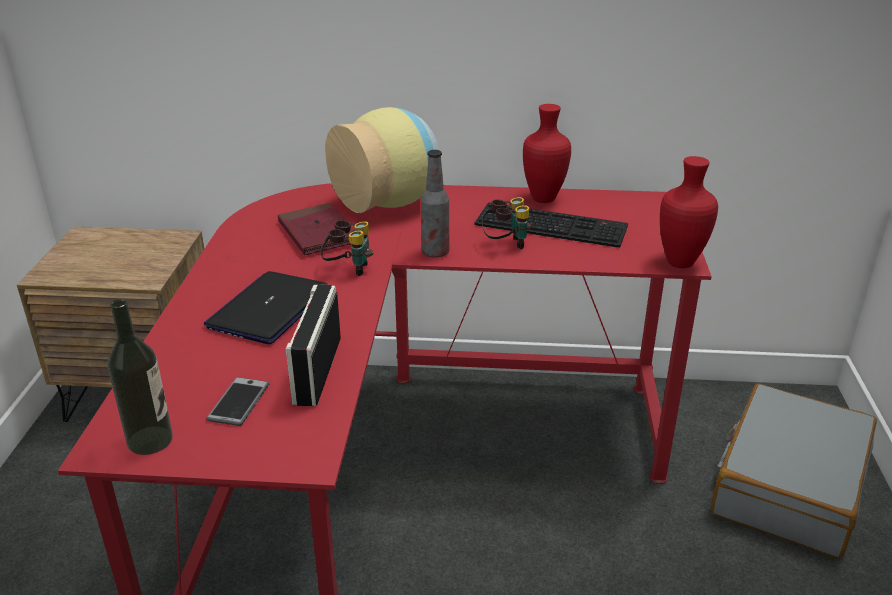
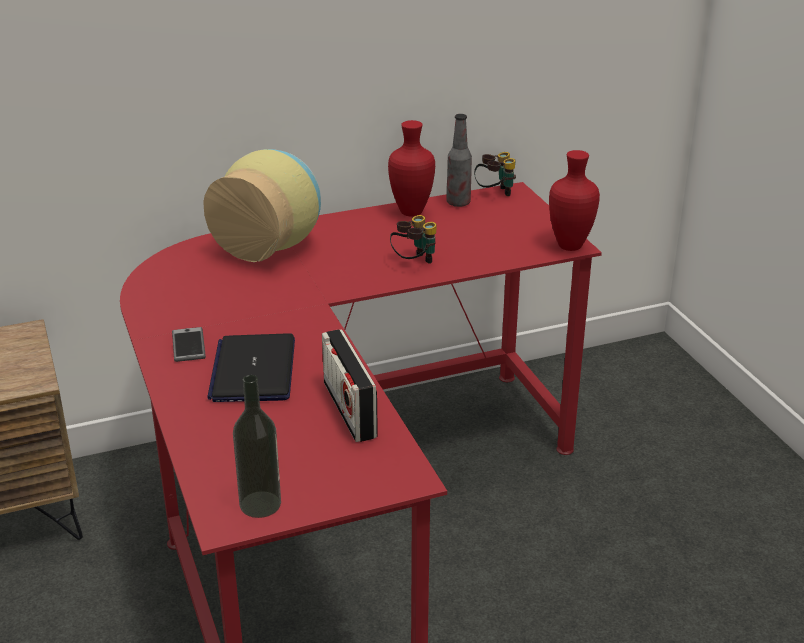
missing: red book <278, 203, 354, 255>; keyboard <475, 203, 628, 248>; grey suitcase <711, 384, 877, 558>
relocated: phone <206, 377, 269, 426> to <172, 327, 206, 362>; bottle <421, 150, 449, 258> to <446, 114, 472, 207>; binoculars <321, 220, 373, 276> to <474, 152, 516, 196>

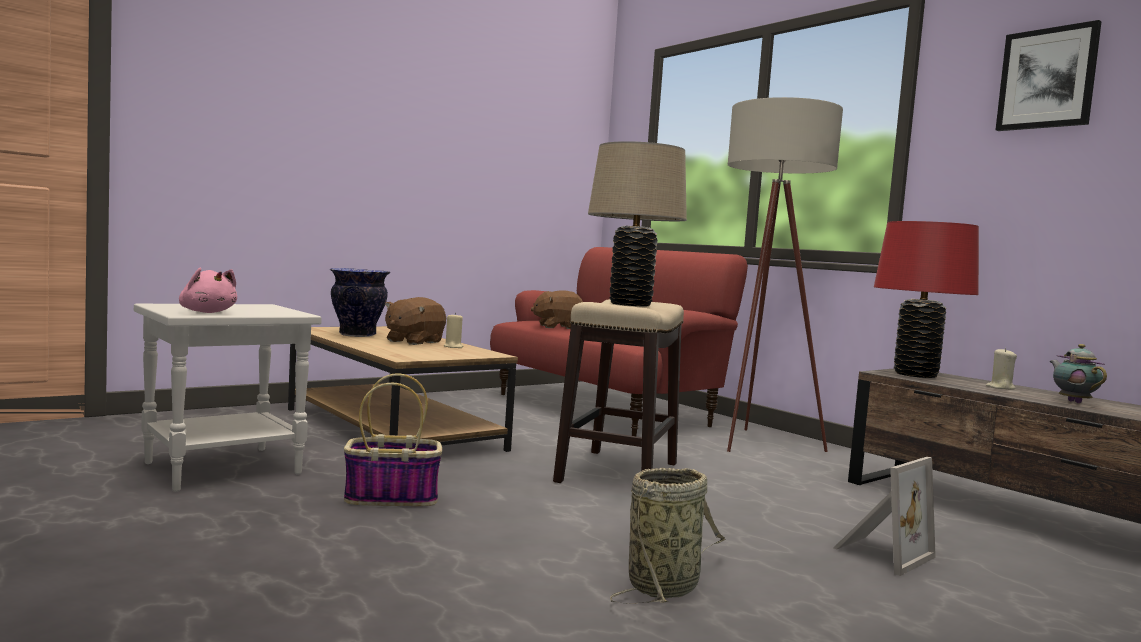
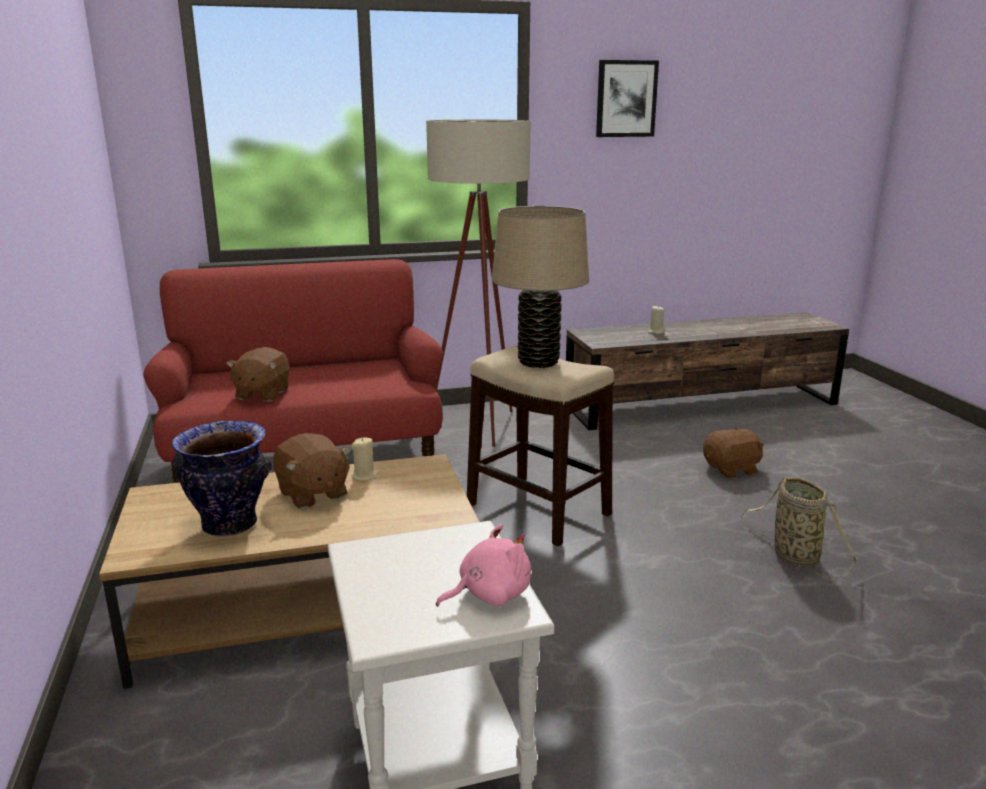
missing: basket <344, 373, 442, 506>; red table lamp <874, 221, 979, 378>; teapot <1050, 344, 1107, 403>
exchanged: picture frame <834, 457, 936, 576> to brown plush toy <703, 427, 764, 478>

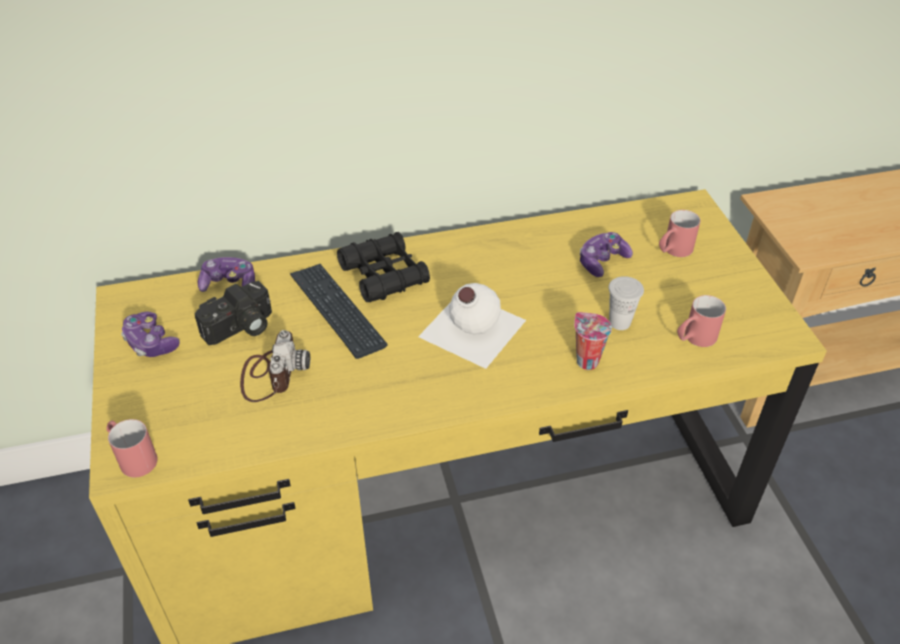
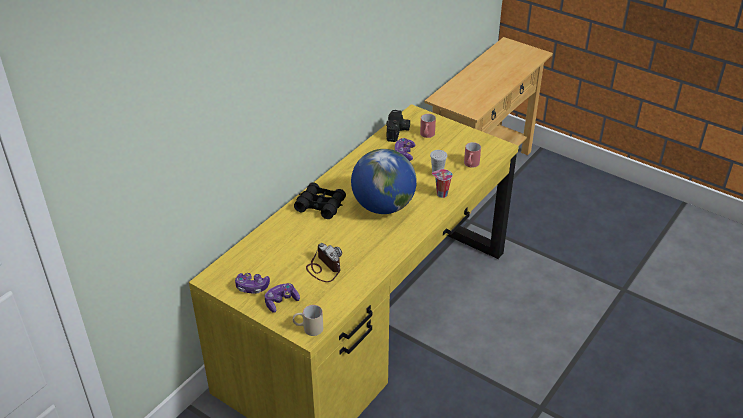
missing: keyboard <290, 264, 388, 359>
relocated: game controller <198, 257, 255, 292> to <264, 283, 300, 313>; photo camera <194, 281, 272, 345> to <386, 110, 410, 142>
exchanged: white bottle <418, 283, 526, 369> to globe <351, 149, 417, 214>
colour: red mug <106, 419, 158, 477> to beige mug <293, 305, 323, 336>

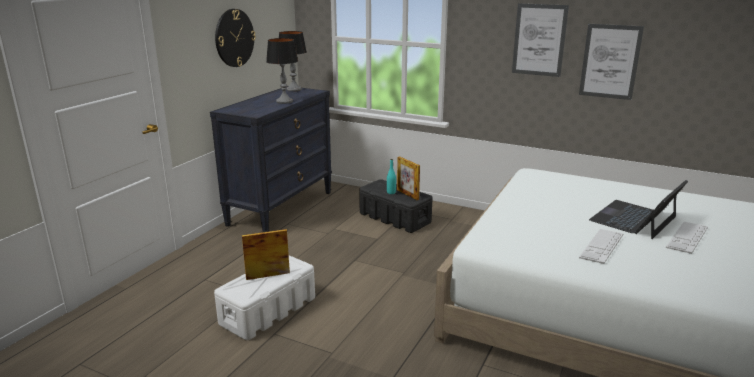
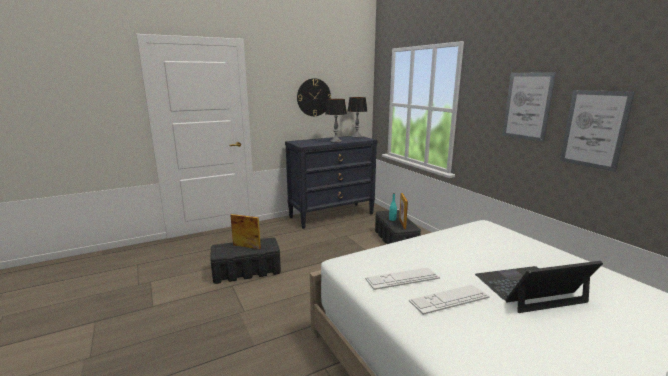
relocated: keyboard <666, 222, 708, 254> to <365, 268, 440, 290>
colour: white storage box <214, 255, 315, 340> to black storage box <210, 237, 281, 284>

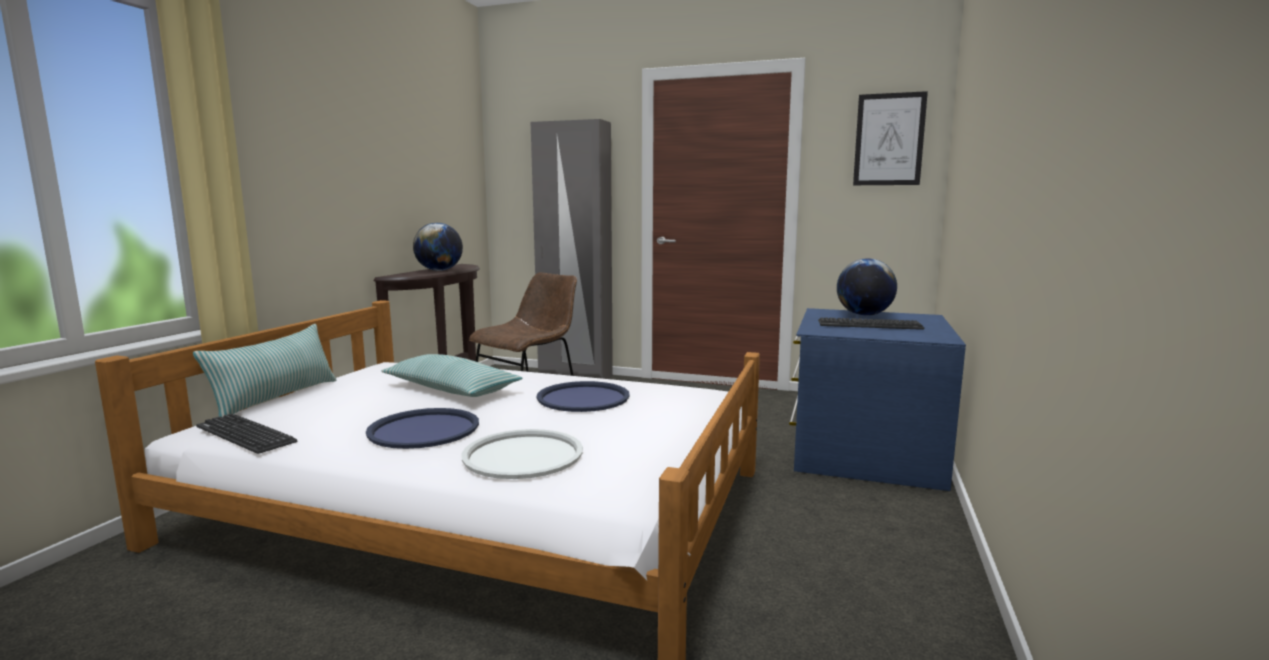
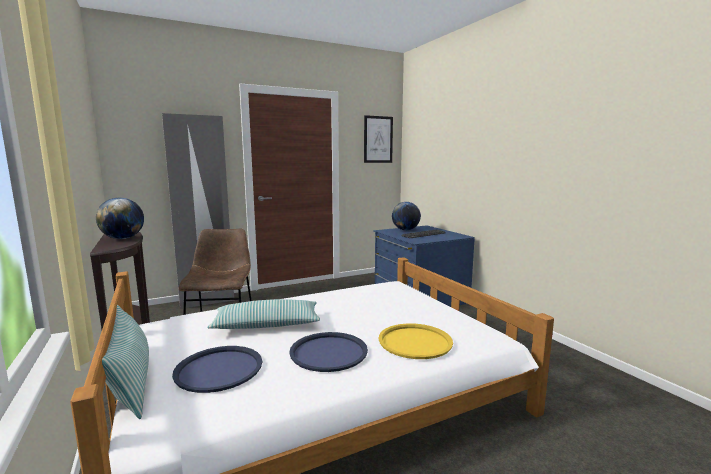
missing: keyboard <196, 414, 297, 454>
relocated: blue tray <537, 381, 630, 412> to <172, 346, 262, 393>
colour: white tray <461, 429, 583, 479> to yellow tray <379, 323, 453, 359>

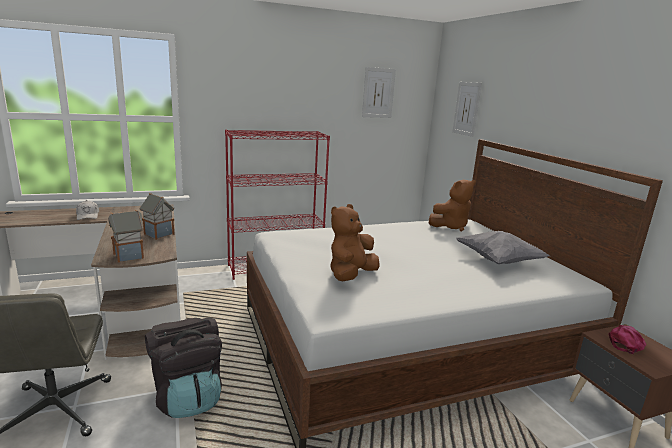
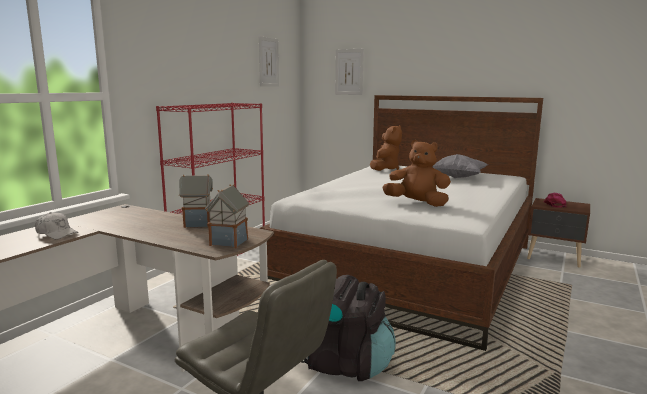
spun: brown plush toy <330, 204, 380, 281> = <382, 140, 451, 207> 120 degrees clockwise

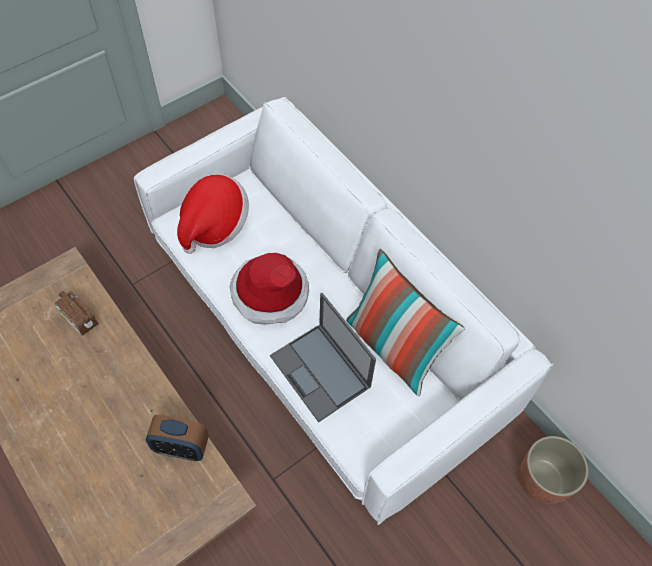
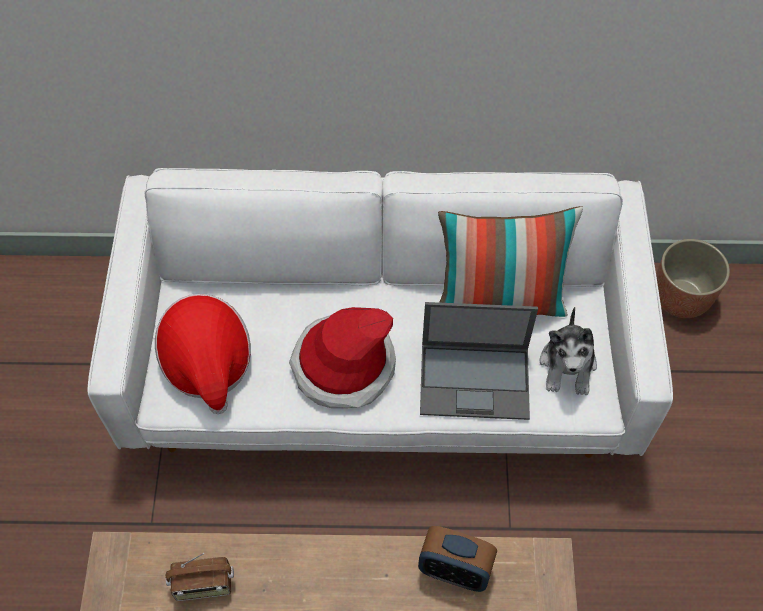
appeared: plush toy <539, 307, 597, 395>
spun: alarm clock <146, 415, 209, 461> = <418, 526, 497, 592> 60 degrees clockwise

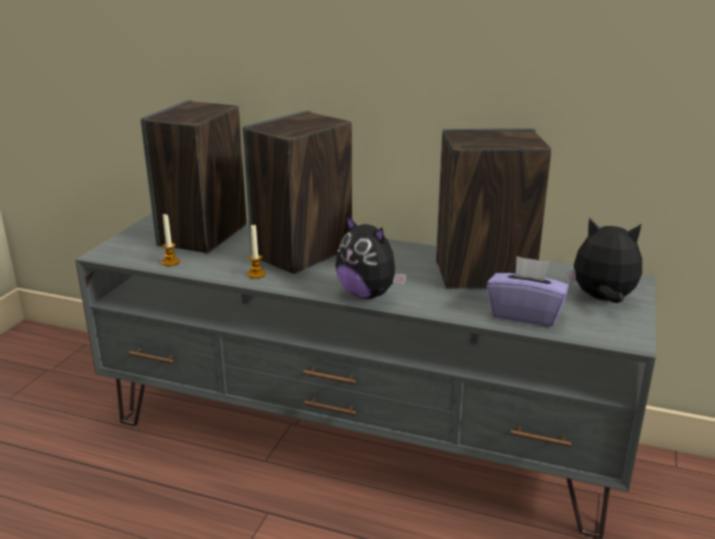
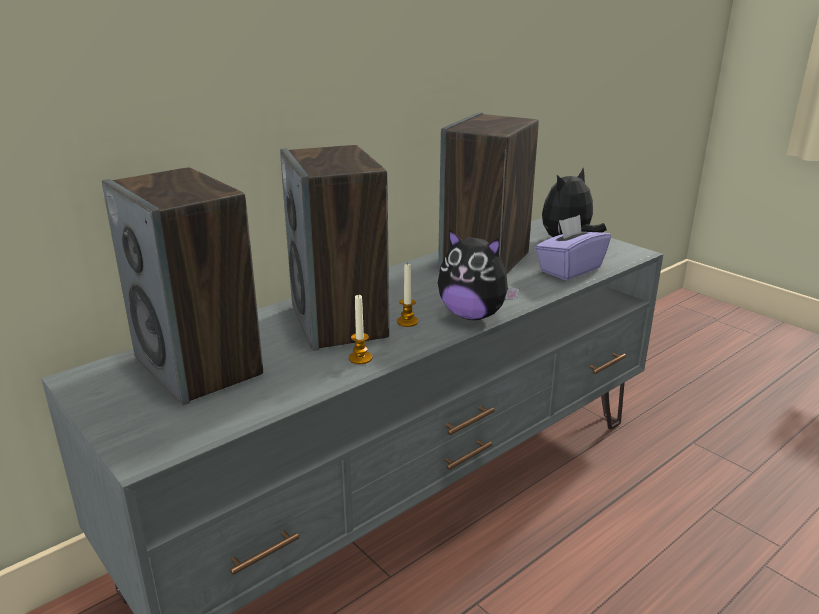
relocated: candle <162, 214, 180, 266> to <397, 262, 418, 327>
spun: plush toy <335, 214, 407, 299> = <438, 229, 520, 320> 45 degrees clockwise

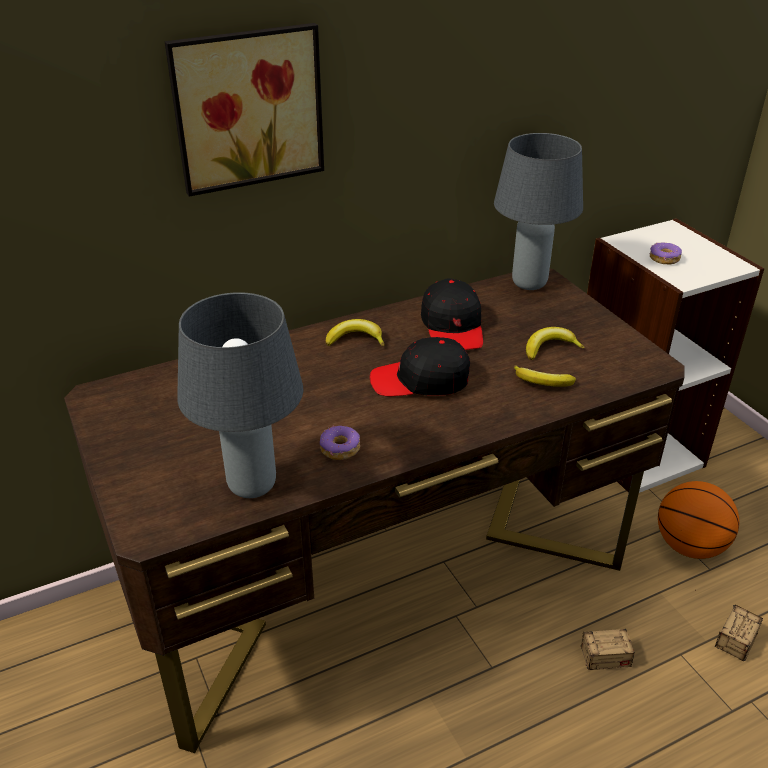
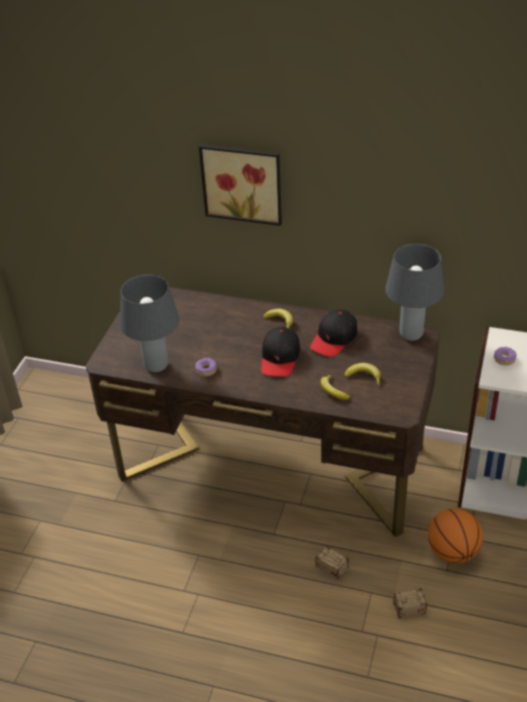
spun: black cap <370, 337, 470, 396> = <261, 327, 300, 377> 120 degrees counterclockwise

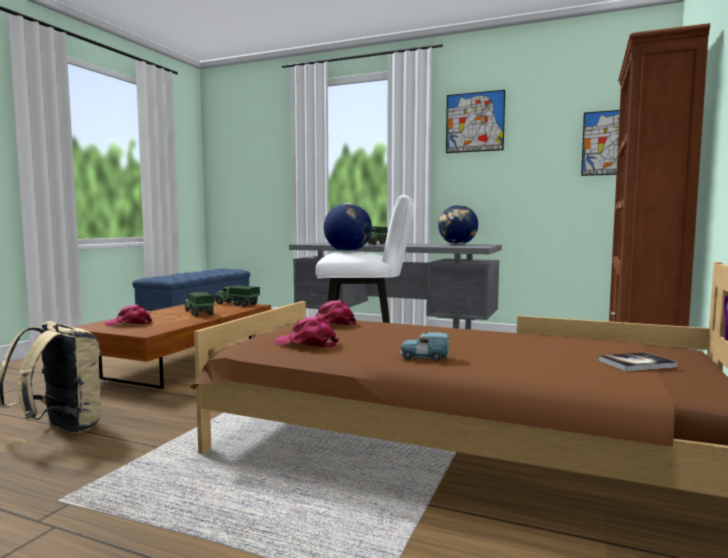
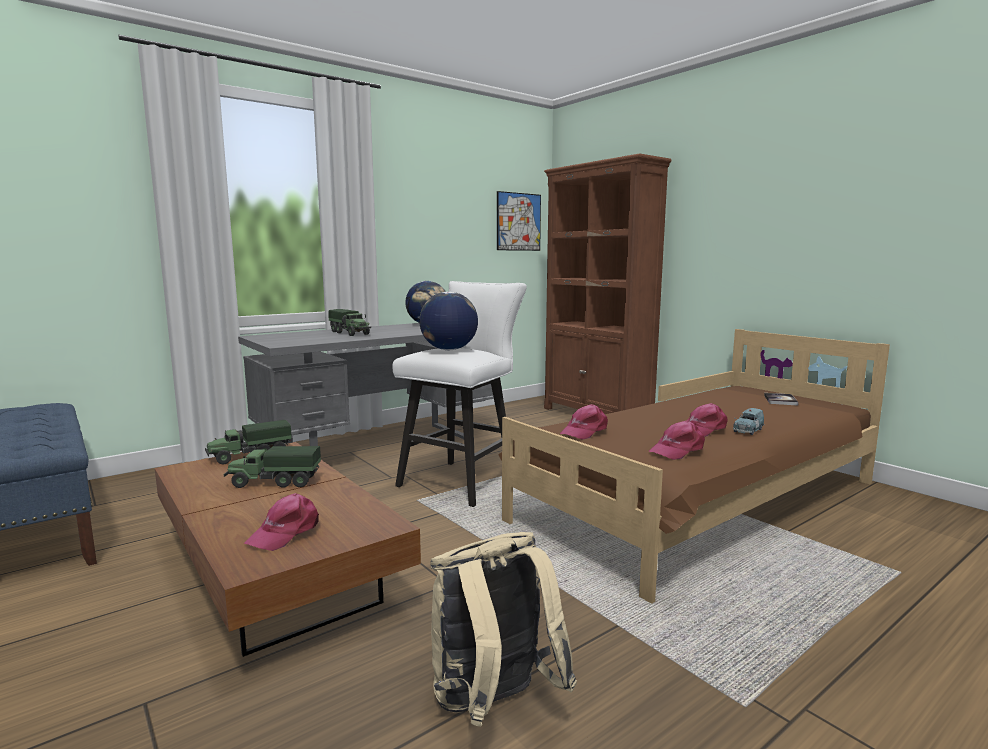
missing: picture <446, 90, 505, 153>
appeared: pink cap <687, 403, 728, 437>

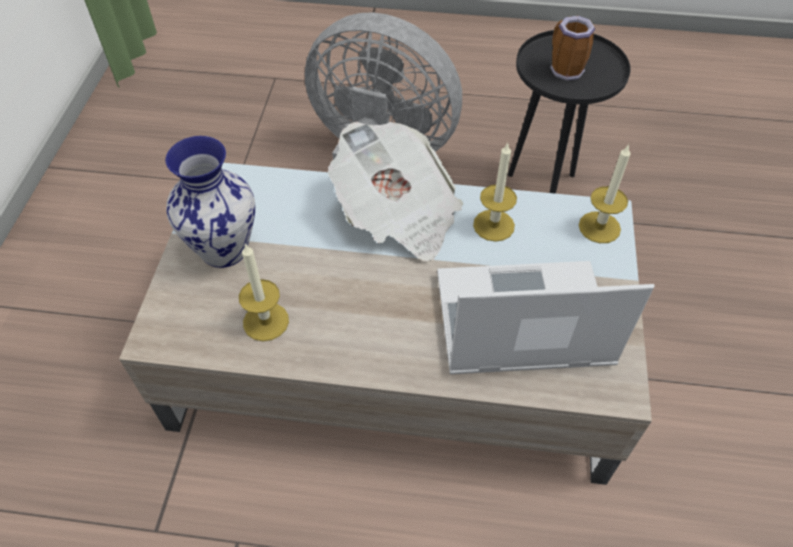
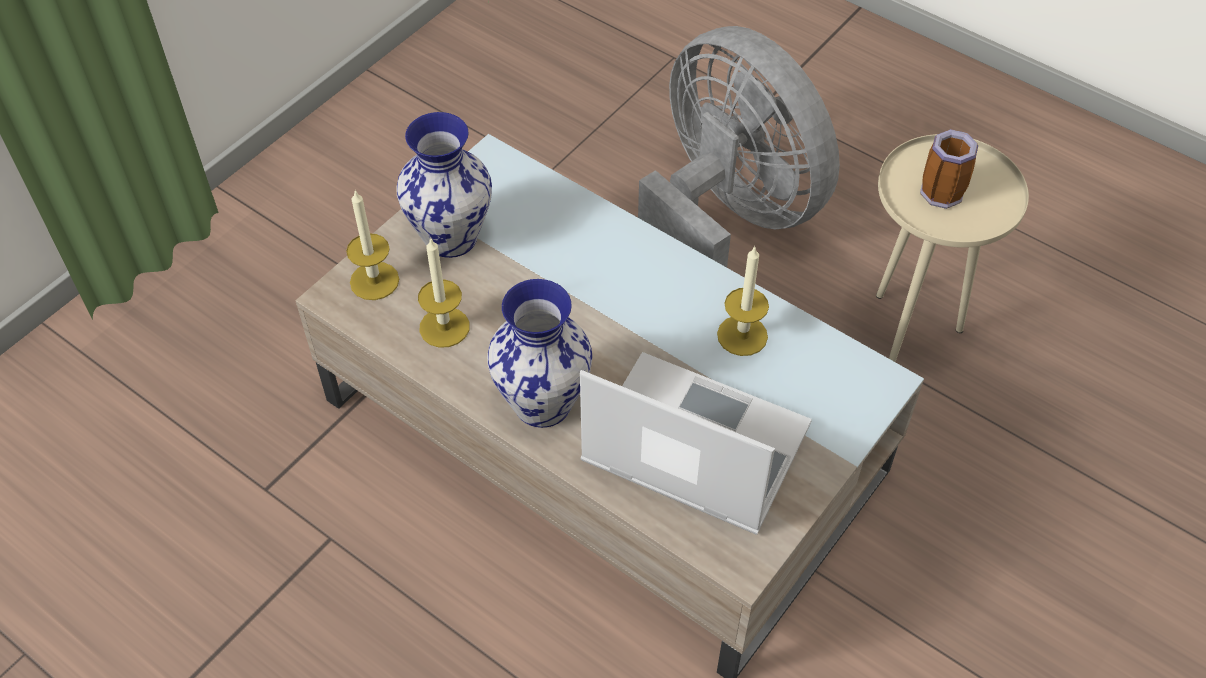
missing: newspaper <328, 122, 463, 261>
appeared: vase <487, 279, 592, 428>
relocated: candle <579, 144, 631, 243> to <346, 189, 399, 300>
colour: black side table <508, 30, 631, 194> to beige side table <876, 134, 1029, 362>

